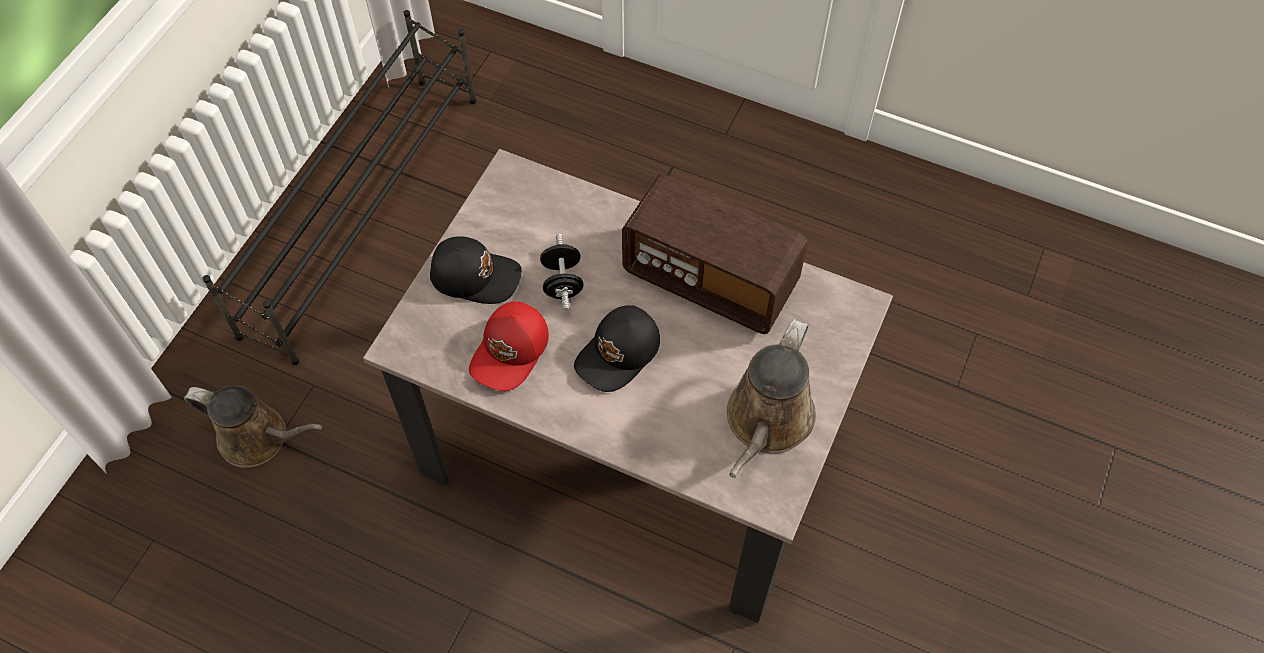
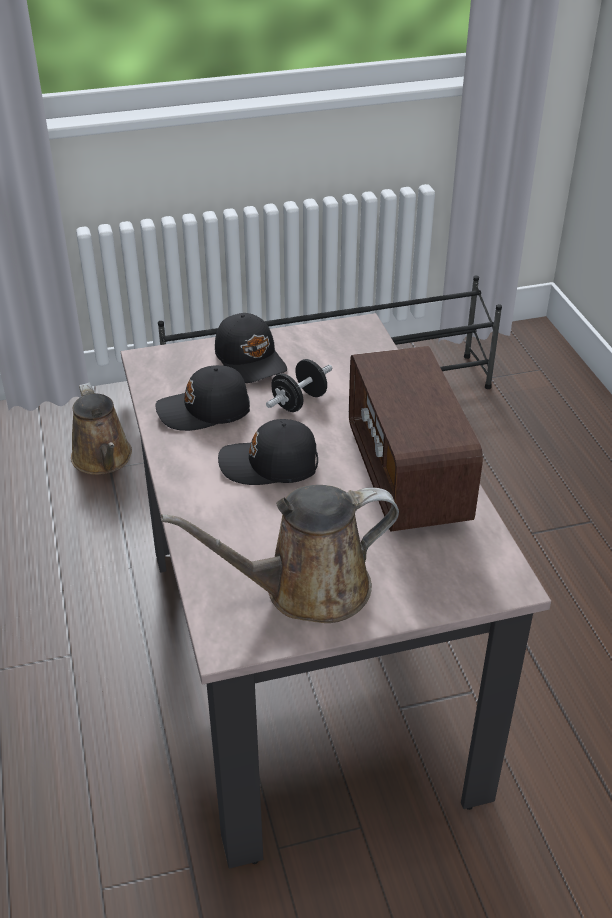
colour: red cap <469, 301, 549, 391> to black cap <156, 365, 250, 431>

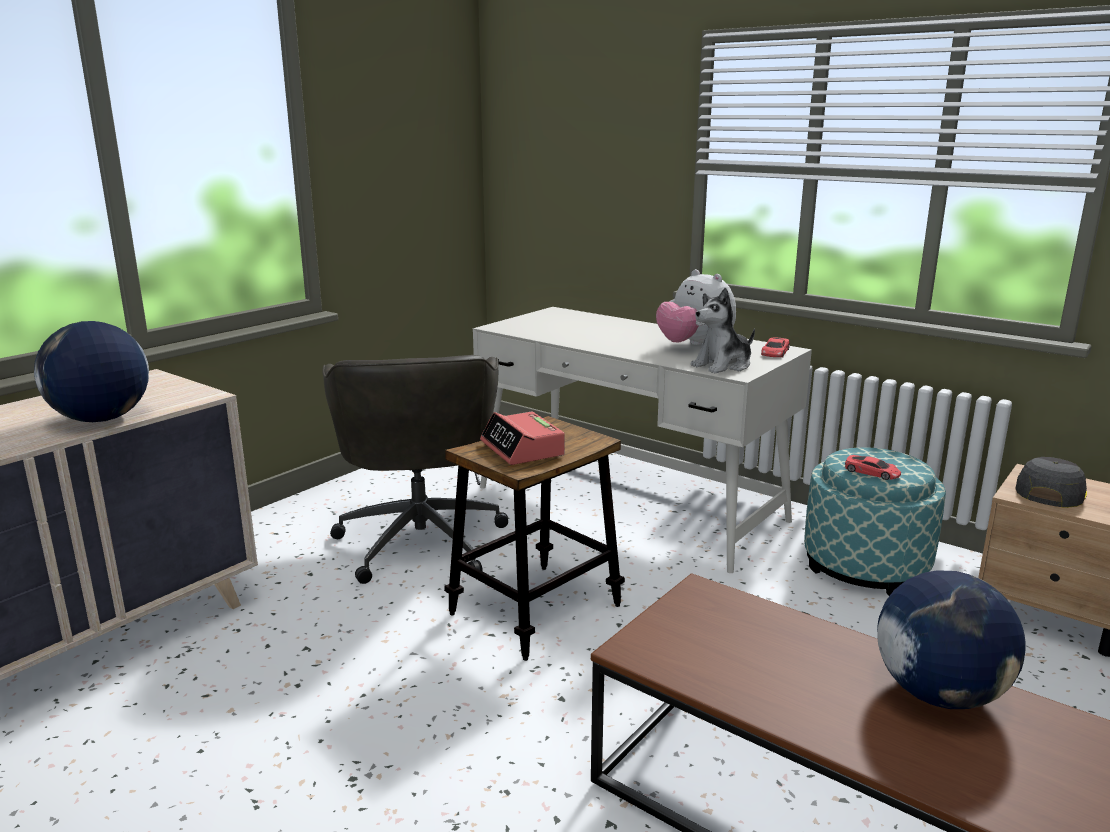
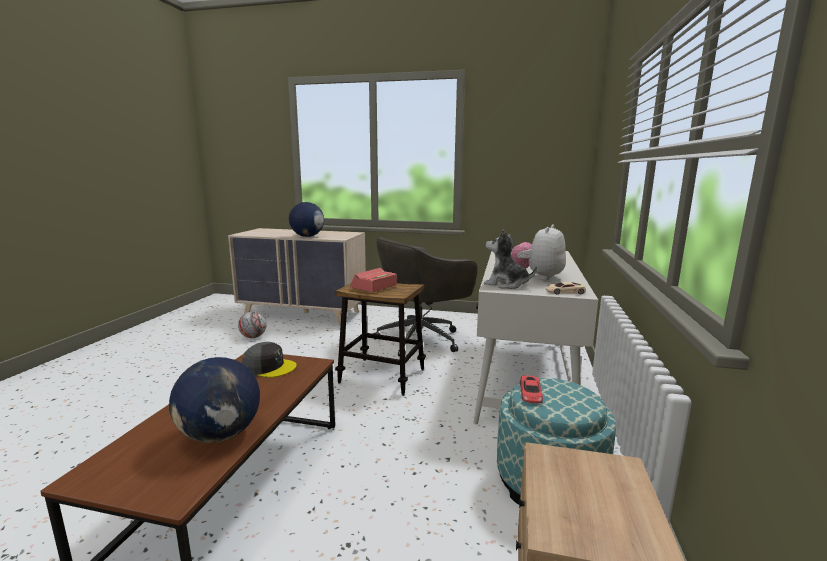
appeared: football <238, 311, 267, 338>
relocated: grey cap <1015, 457, 1087, 508> to <242, 342, 297, 378>
colour: red toy car <761, 338, 790, 357> to beige toy car <546, 282, 586, 294>

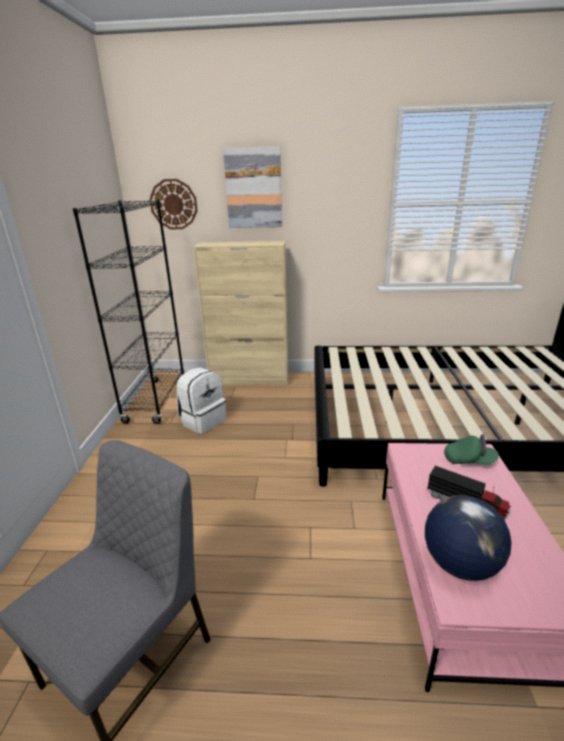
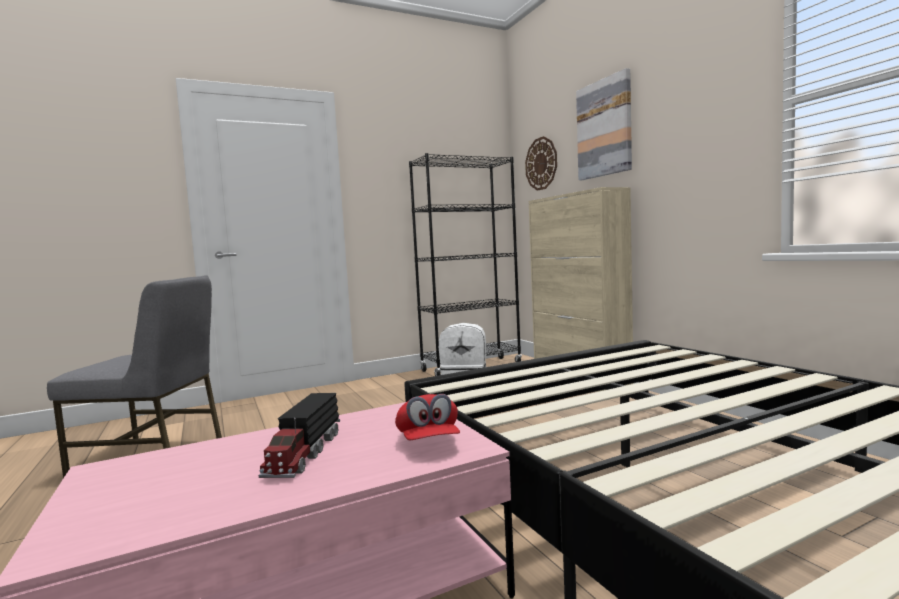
missing: globe <425, 495, 512, 581>
colour: green cap <444, 434, 499, 464> to red cap <395, 394, 460, 440>

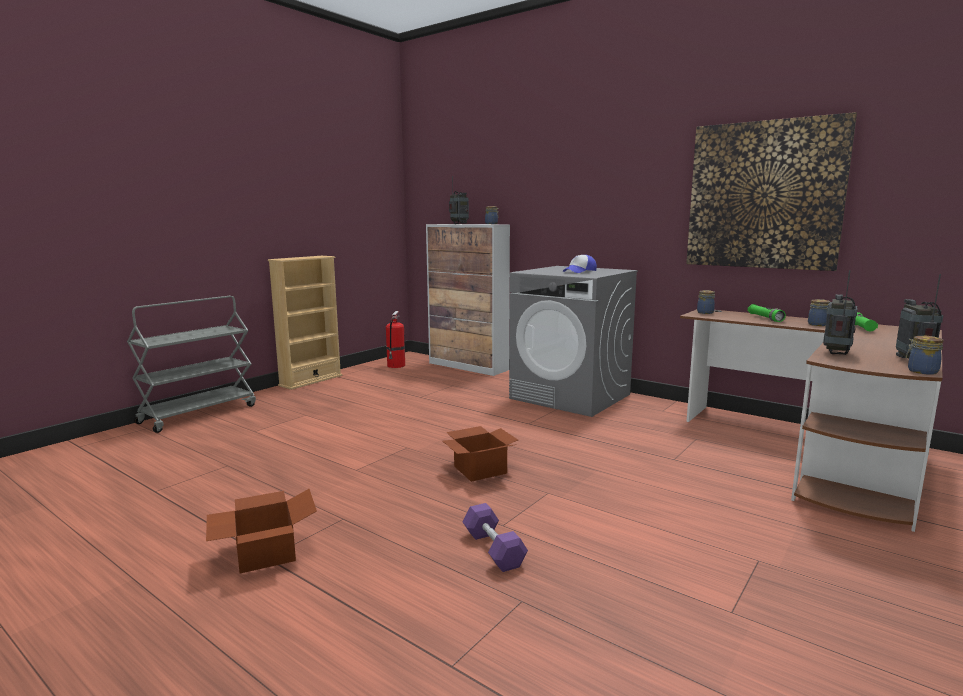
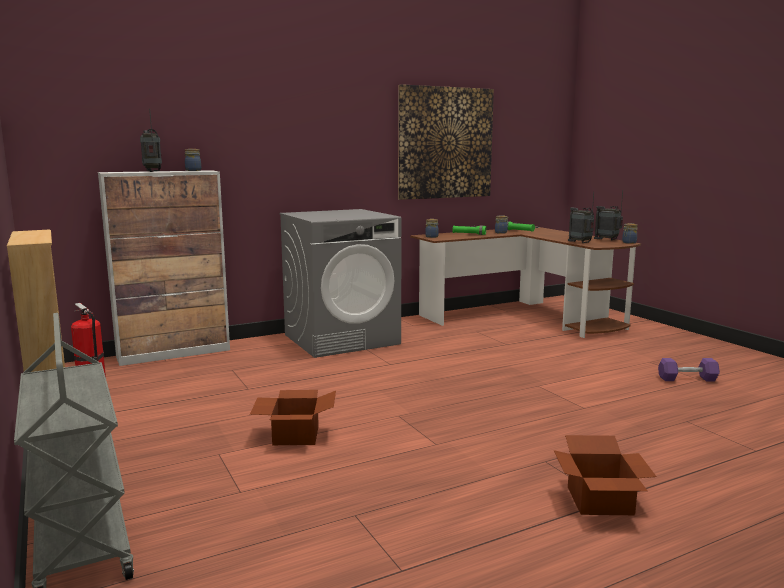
missing: cap <563, 255, 597, 273>
relocated: cardboard box <443, 426, 518, 482> to <250, 390, 336, 445>; purple dumbbell <463, 503, 528, 572> to <658, 358, 720, 381>

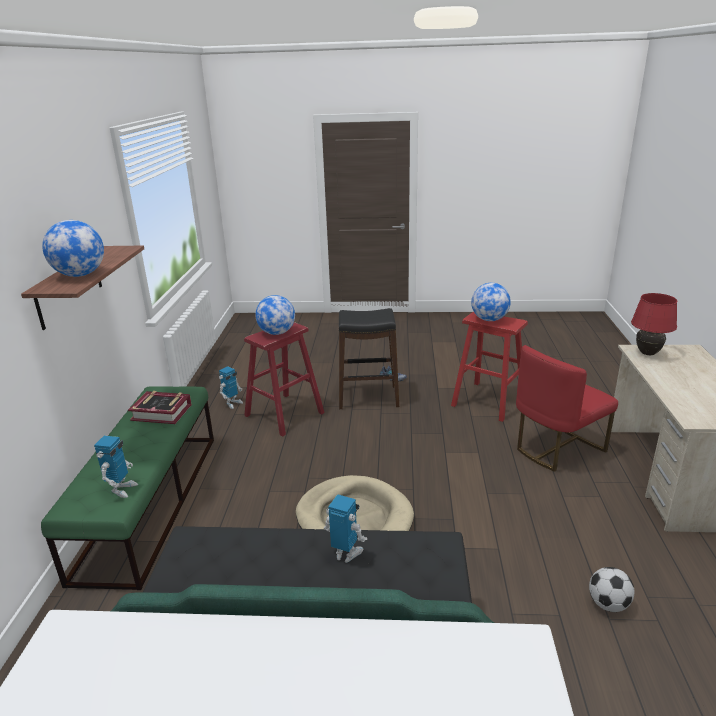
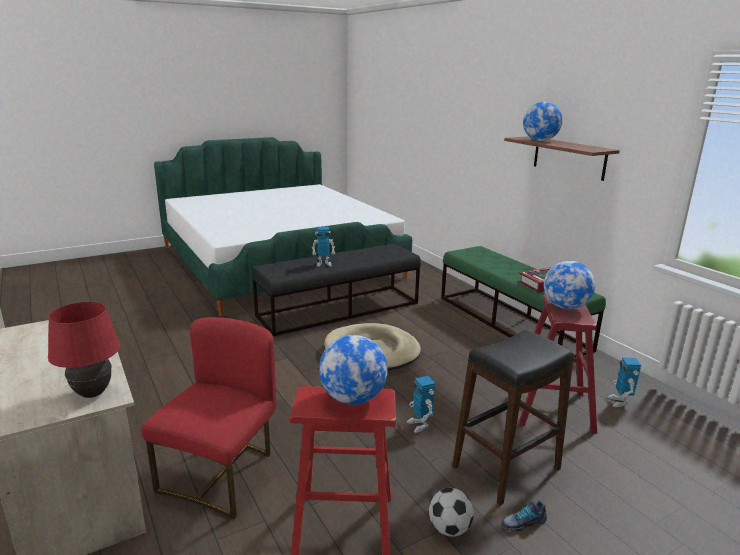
relocated: toy robot <94, 436, 138, 498> to <407, 376, 435, 433>; football <589, 567, 635, 612> to <429, 488, 474, 537>

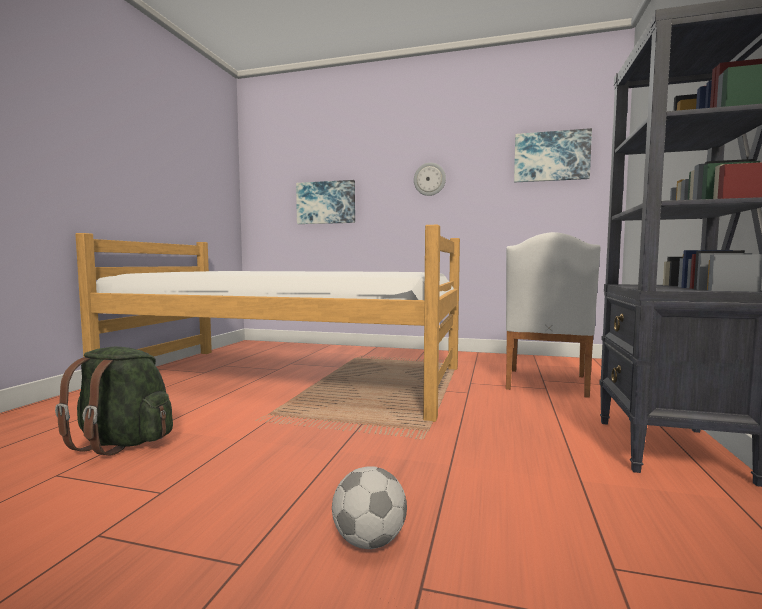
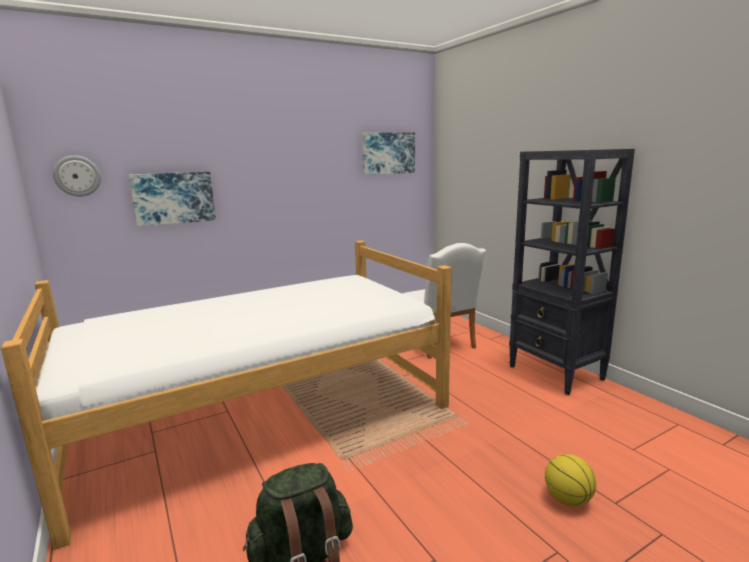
relocated: wall clock <414, 163, 446, 196> to <53, 155, 101, 197>
exchanged: football <332, 466, 407, 549> to basketball <545, 454, 597, 506>

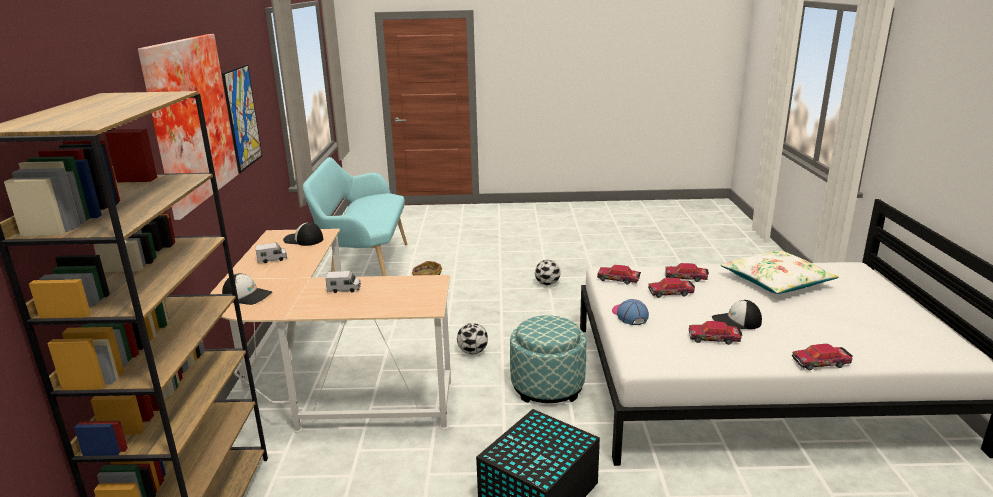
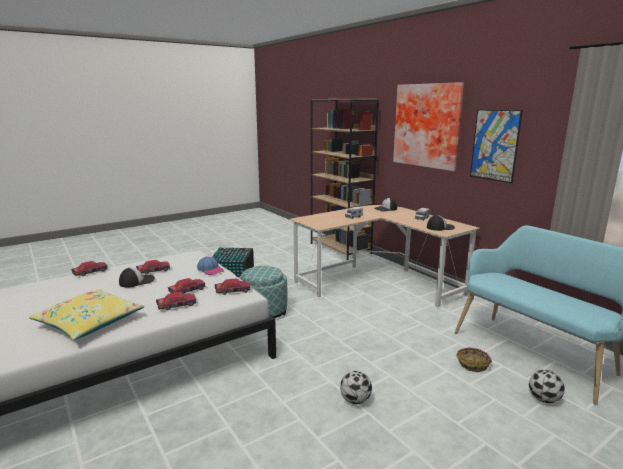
relocated: football <457, 323, 488, 354> to <529, 370, 565, 403>
colour: white pillow <721, 251, 838, 294> to yellow pillow <29, 289, 144, 340>

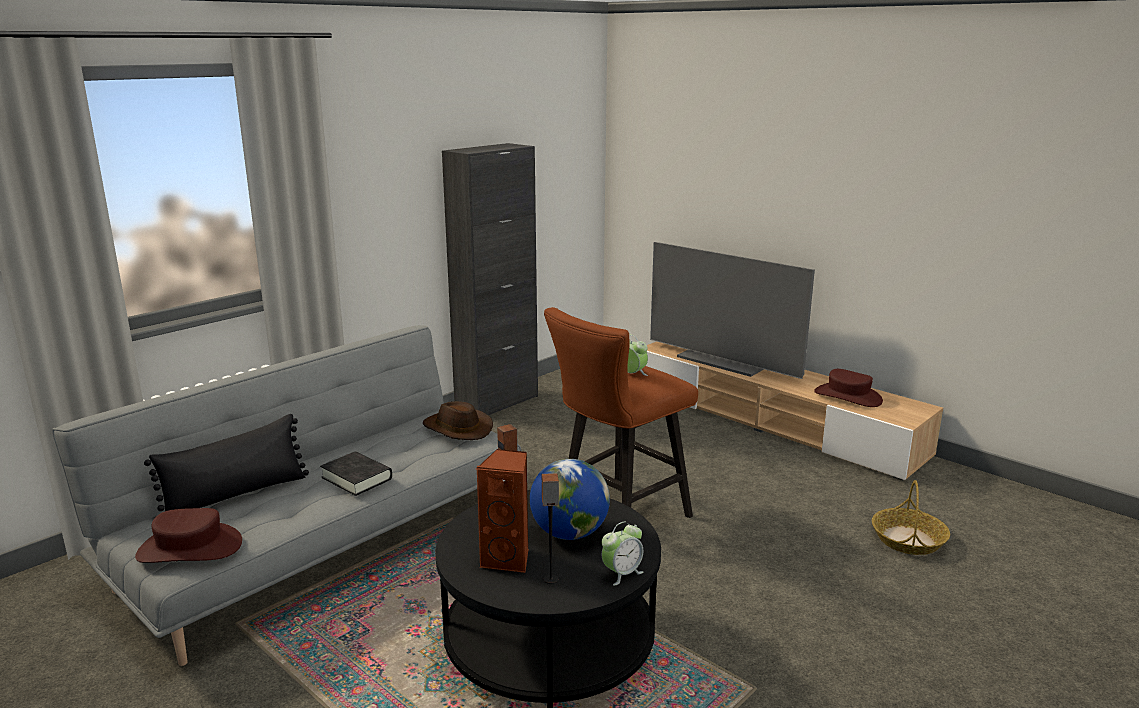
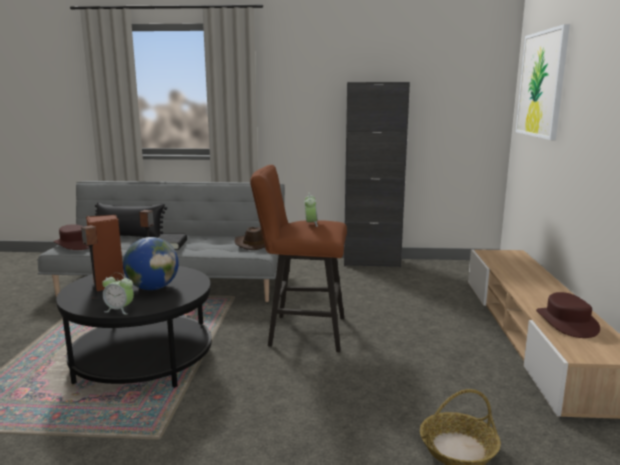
missing: television <650, 242, 815, 379>
appeared: picture <515, 24, 570, 140>

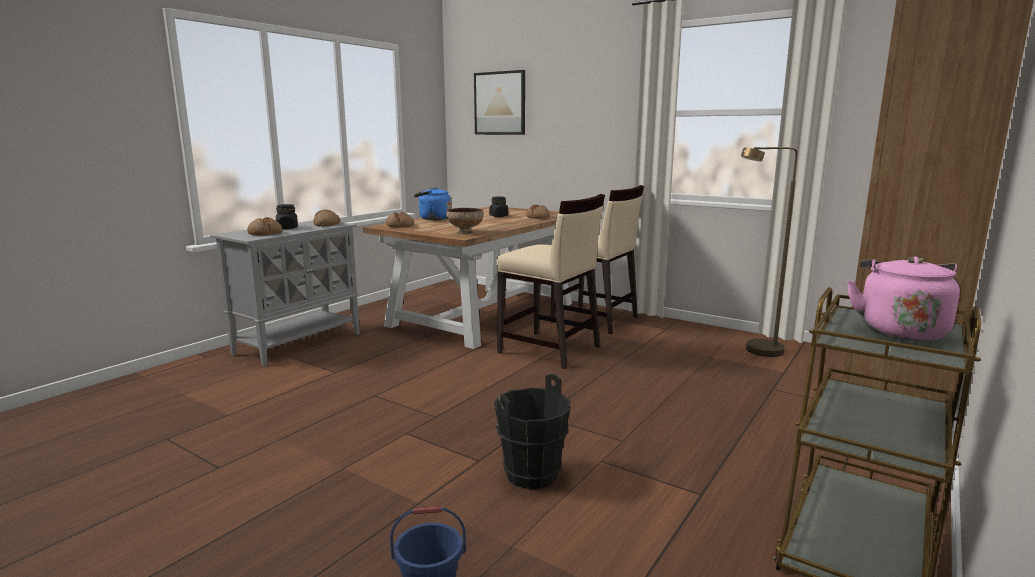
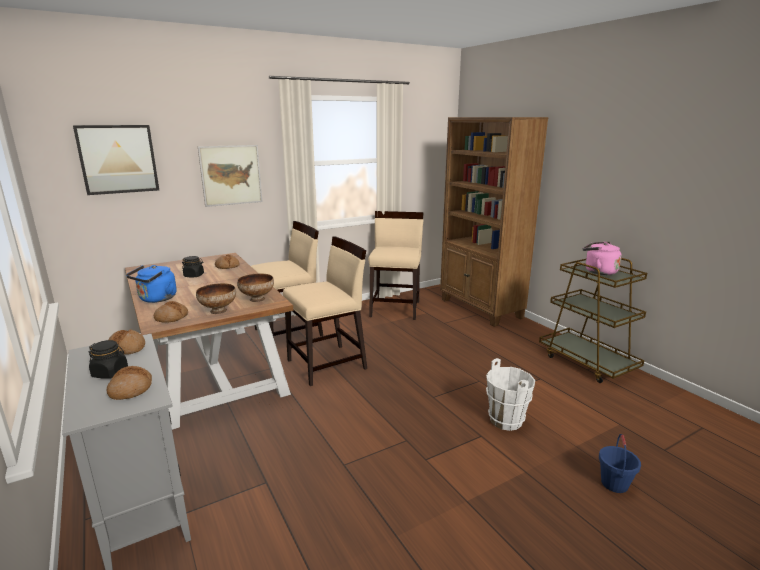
appeared: bowl <196, 283, 236, 314>; picture <198, 145, 263, 207>
exchanged: brown floor lamp <741, 147, 798, 357> to beige chair <368, 211, 424, 320>
colour: black bucket <494, 374, 571, 489> to white bucket <486, 358, 535, 431>

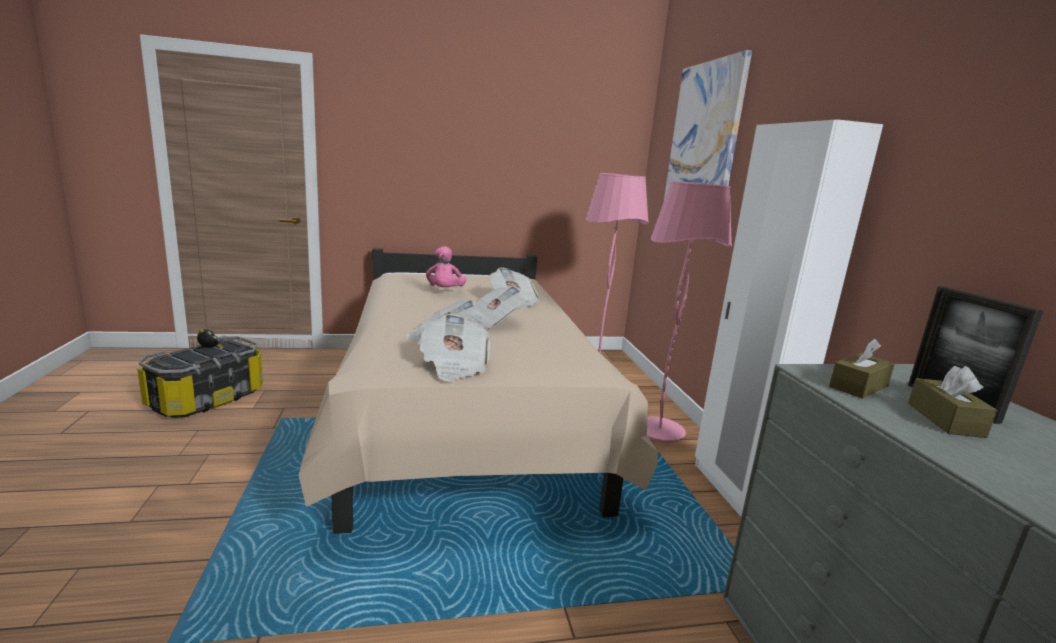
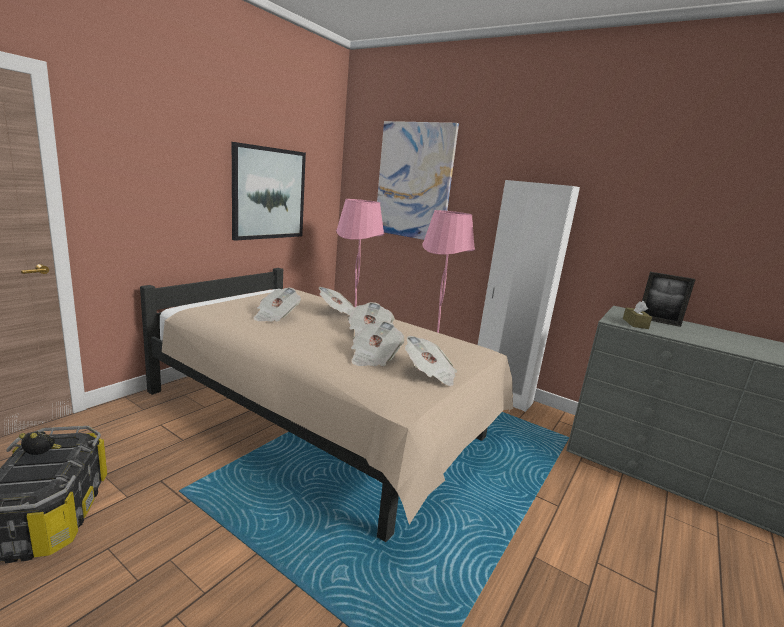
missing: brown tissue box <908, 366, 997, 438>
appeared: picture <232, 142, 306, 241>
exchanged: pink plush toy <426, 246, 467, 287> to newspaper <253, 288, 301, 322>

